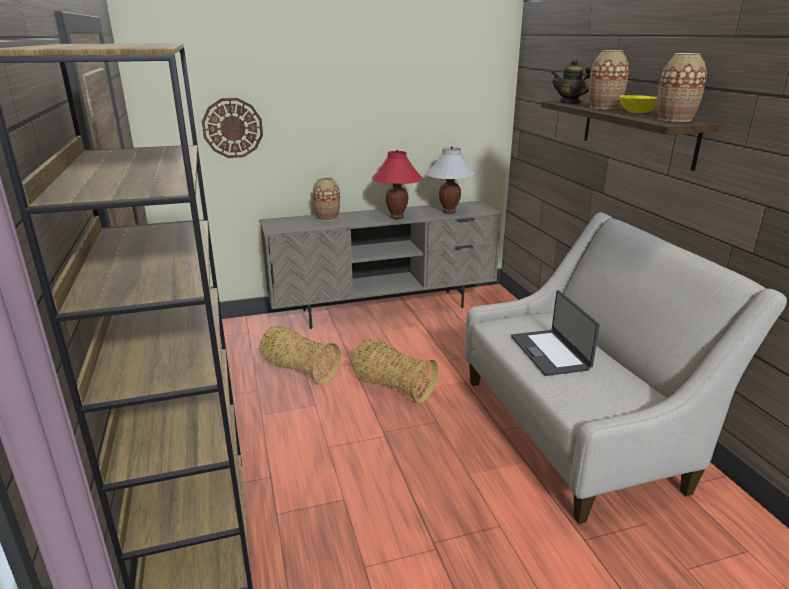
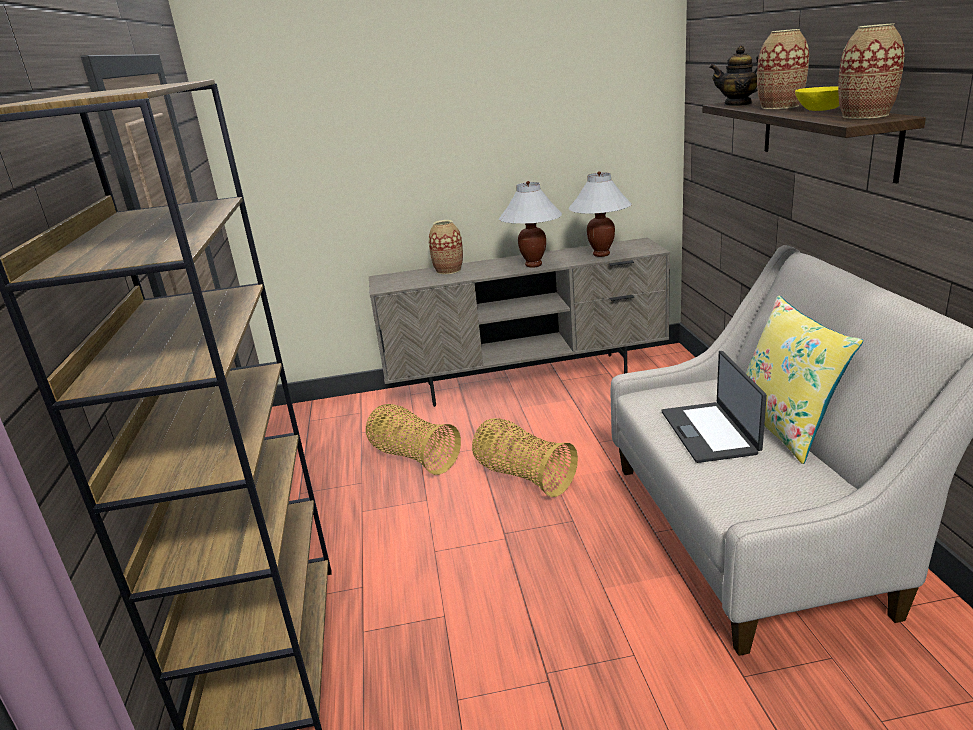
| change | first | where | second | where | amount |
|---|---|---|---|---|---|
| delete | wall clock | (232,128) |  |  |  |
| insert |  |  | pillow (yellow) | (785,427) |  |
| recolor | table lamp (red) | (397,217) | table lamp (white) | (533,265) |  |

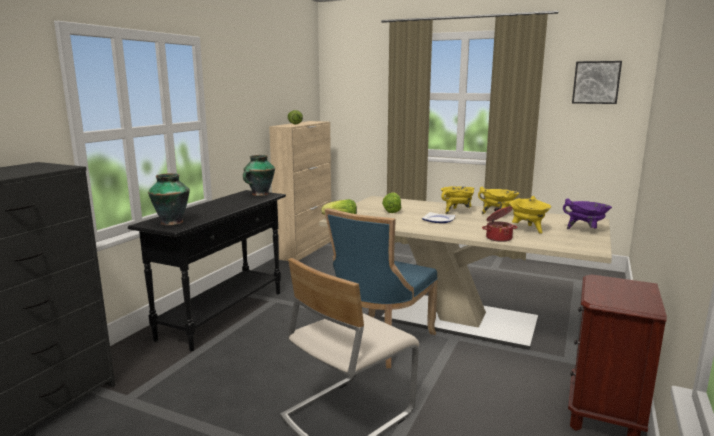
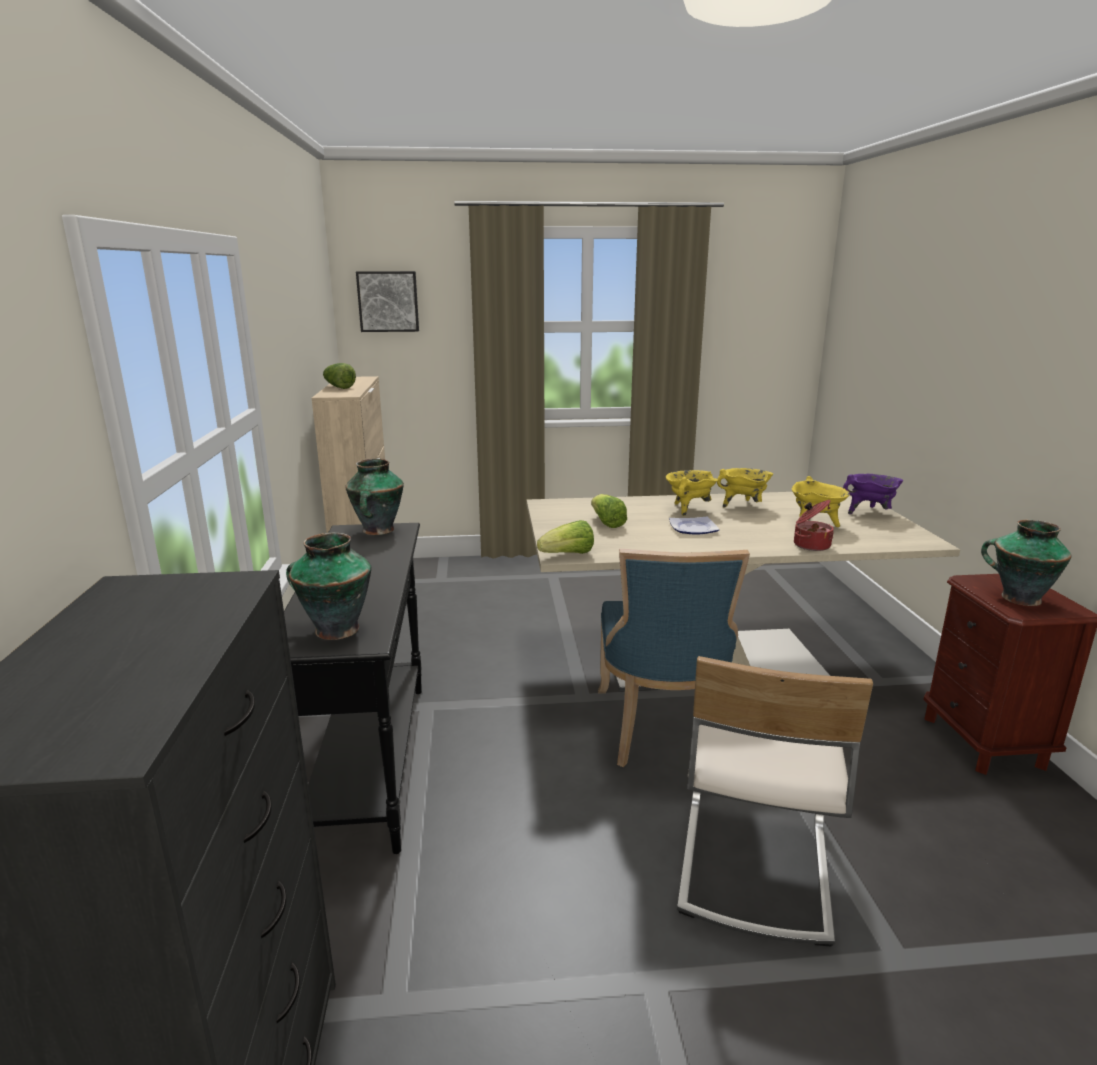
| change | first | where | second | where | amount |
|---|---|---|---|---|---|
| insert |  |  | vase | (1018,598) |  |
| move | picture | (596,82) |  | (388,301) |  |

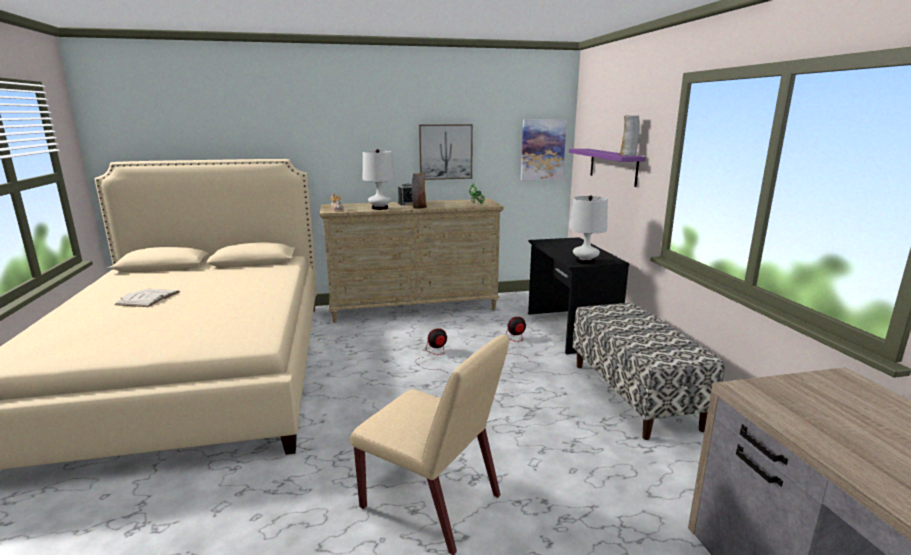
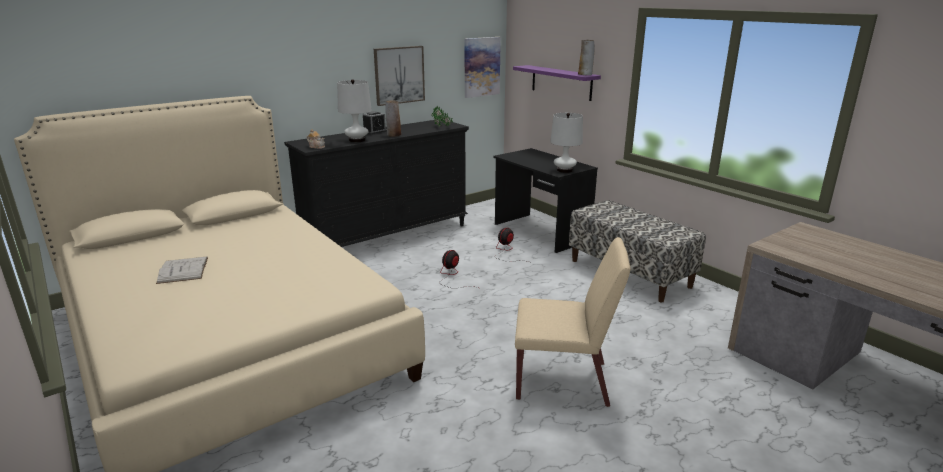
| change | first | where | second | where | amount |
|---|---|---|---|---|---|
| recolor | dresser (beige) | (415,308) | dresser (black) | (388,237) |  |

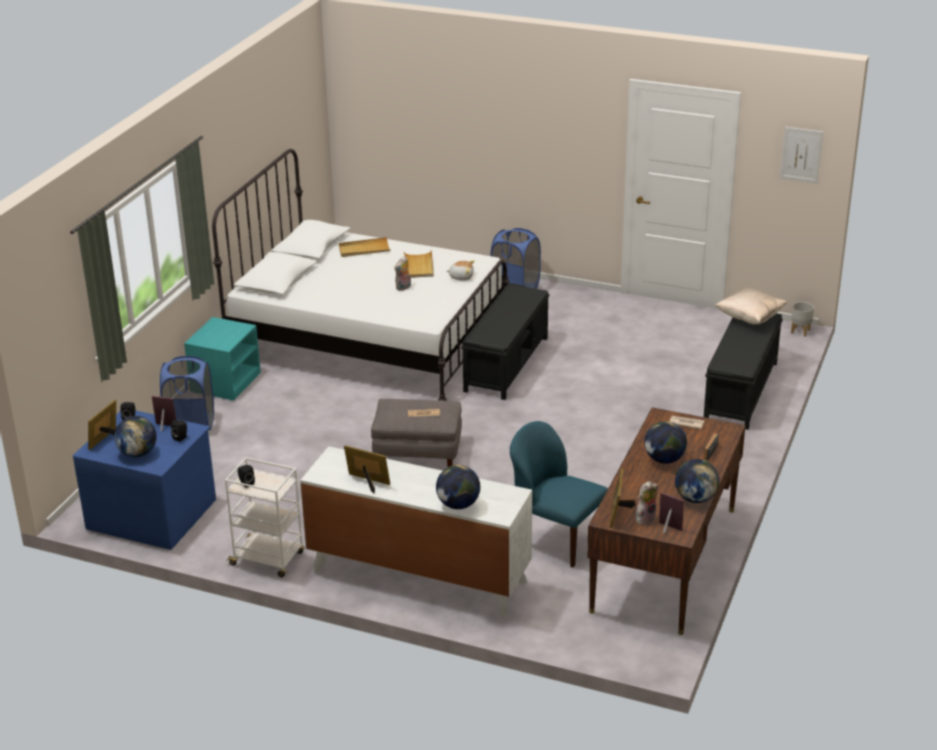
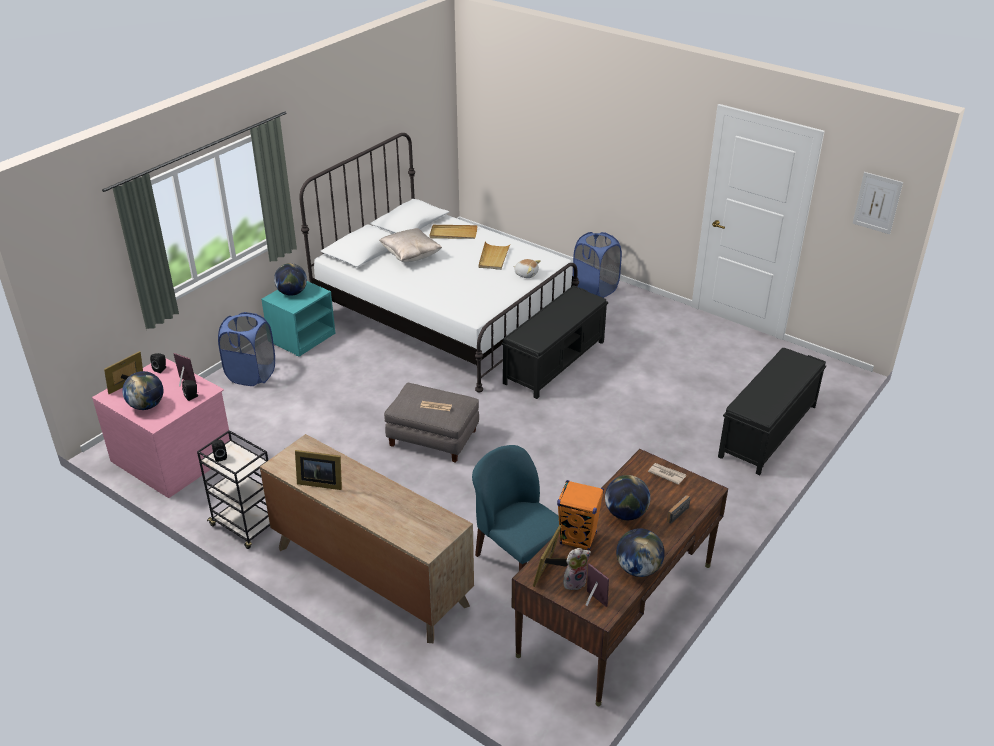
| change | first | where | second | where | amount |
|---|---|---|---|---|---|
| delete | plush toy | (403,288) |  |  |  |
| delete | planter (grey) | (800,331) |  |  |  |
| insert |  |  | speaker (orange) | (578,538) |  |
| move | globe | (458,505) |  | (292,293) |  |
| move | pillow (beige) | (749,318) |  | (410,256) |  |
| recolor | dresser (blue) | (152,513) | dresser (pink) | (174,456) |  |
| recolor | cart (white) | (268,559) | cart (black) | (246,526) |  |
| recolor | dresser (white) | (418,576) | dresser (brown) | (370,575) |  |
| rotate | picture frame | (368,482) |  | (319,482) | 150 degrees clockwise |

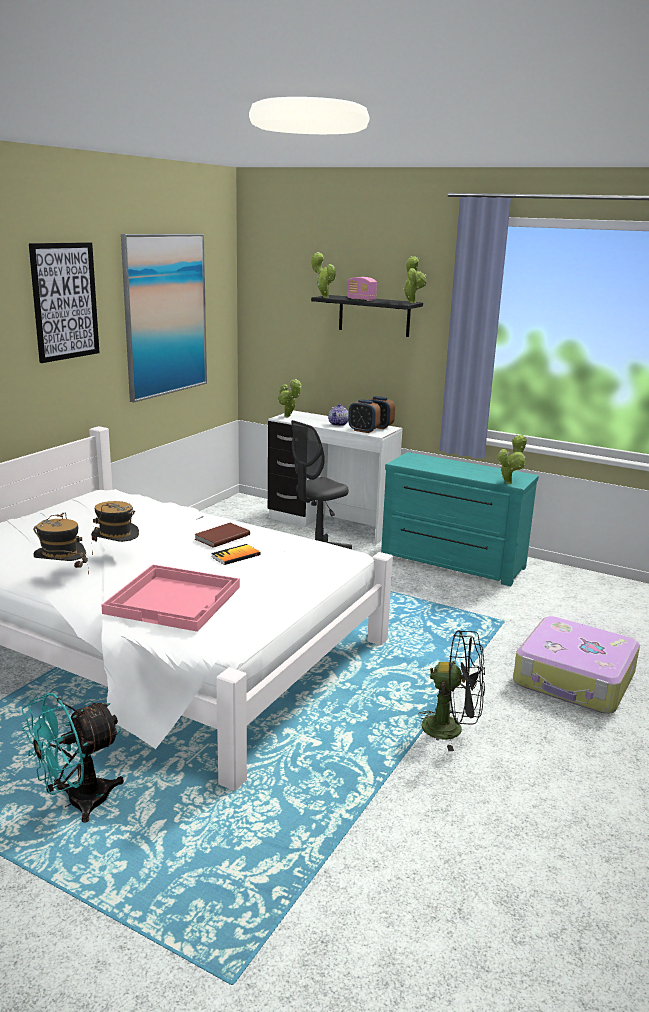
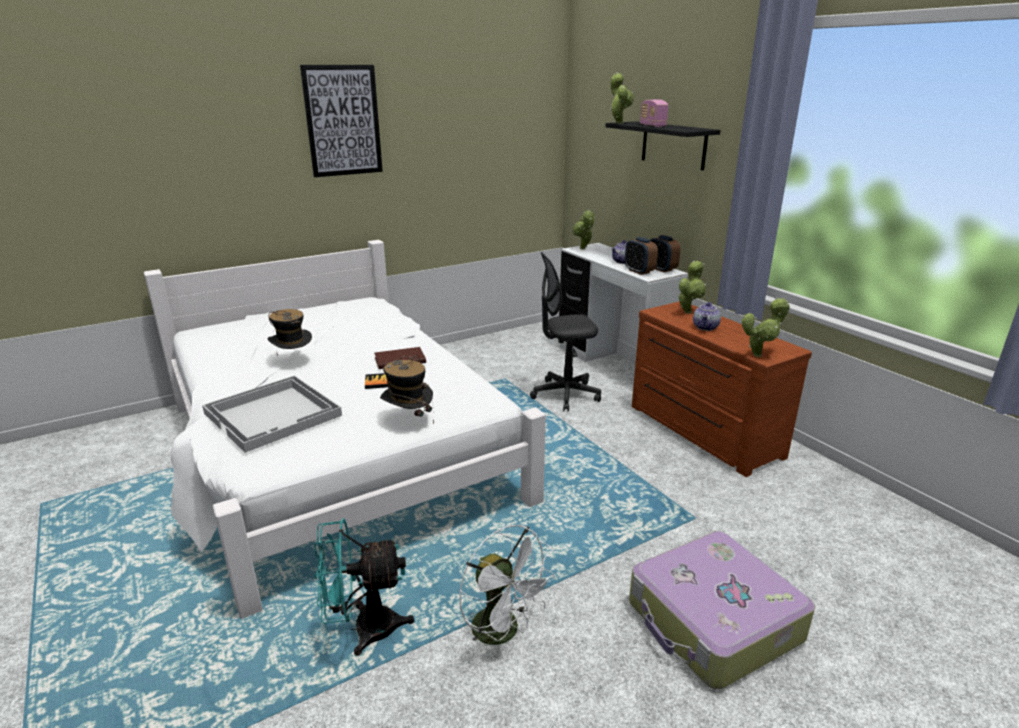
| change | first | where | second | where | amount |
|---|---|---|---|---|---|
| delete | picture | (165,315) |  |  |  |
| insert |  |  | teapot | (706,327) |  |
| move | fan (turquoise) | (77,803) |  | (364,629) |  |
| move | hat | (62,577) |  | (408,420) |  |
| move | potted plant | (412,302) |  | (688,311) |  |
| recolor | tray (pink) | (175,599) | tray (white) | (274,414) |  |
| recolor | dresser (turquoise) | (451,562) | dresser (brown) | (701,432) |  |
| recolor | fan (black) | (451,729) | fan (white) | (504,632) |  |

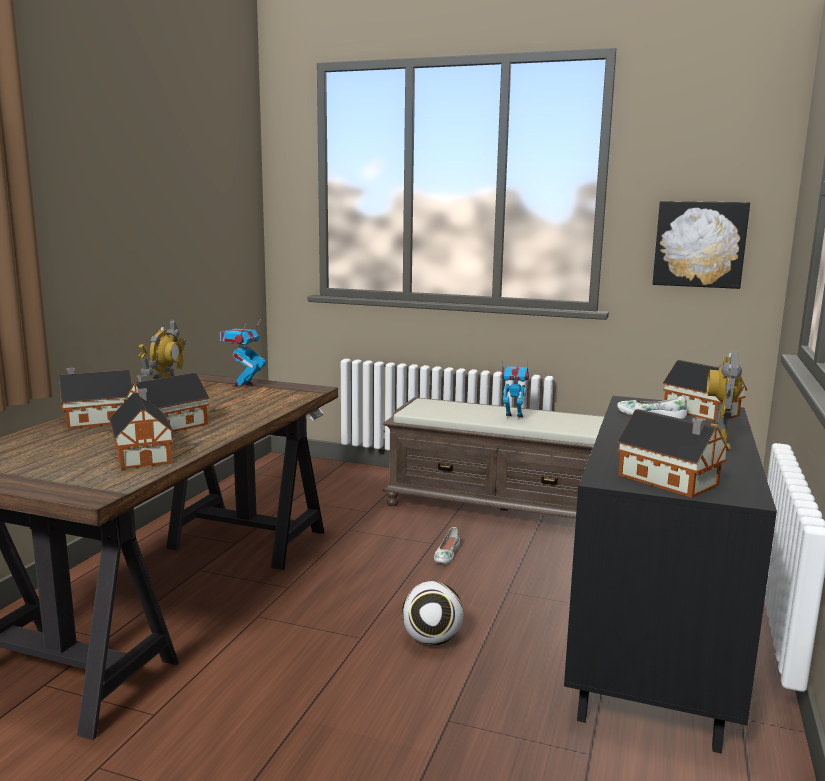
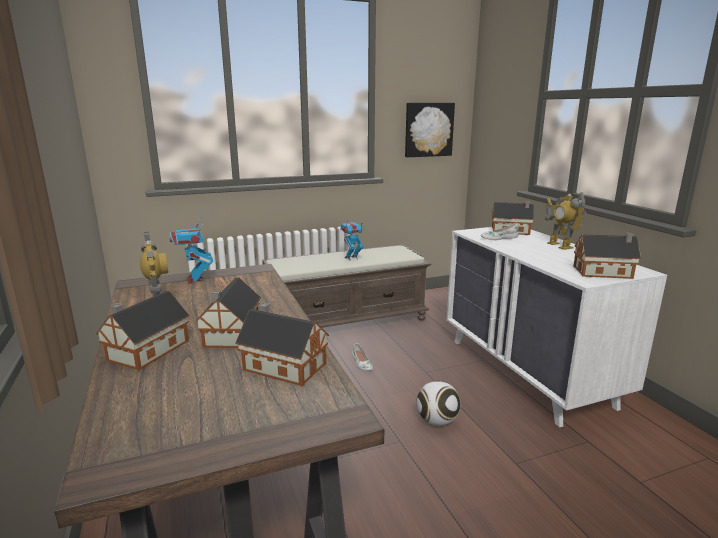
| change | first | where | second | where | amount |
|---|---|---|---|---|---|
| recolor | dresser (black) | (654,649) | dresser (white) | (528,372) |  |

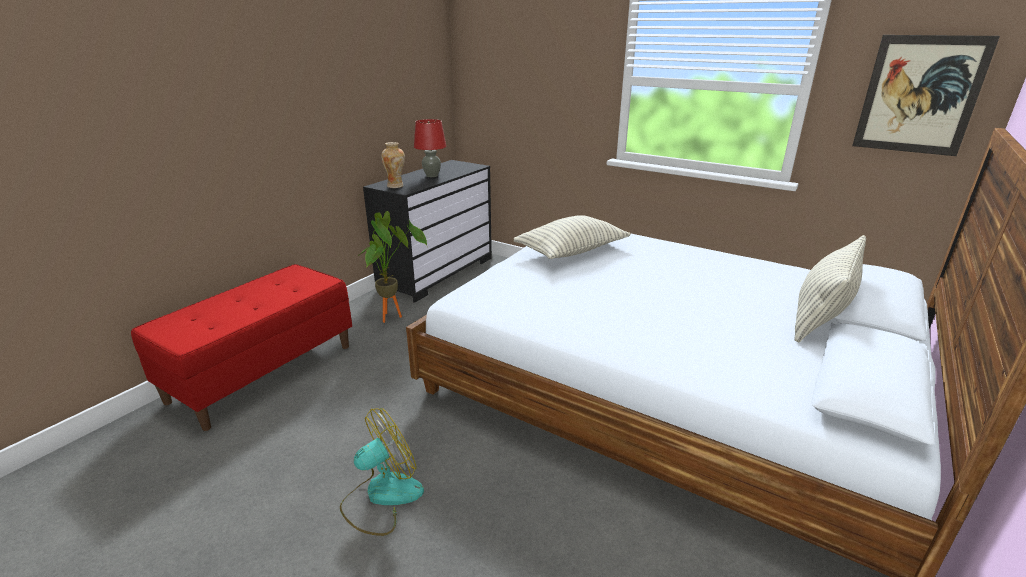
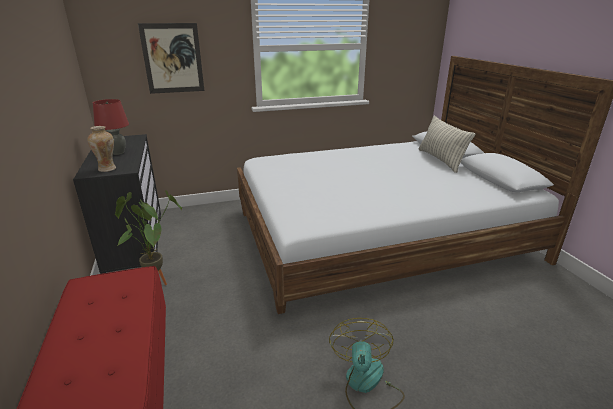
| change | first | where | second | where | amount |
|---|---|---|---|---|---|
| delete | pillow | (571,251) |  |  |  |
| move | picture | (919,95) |  | (172,58) |  |

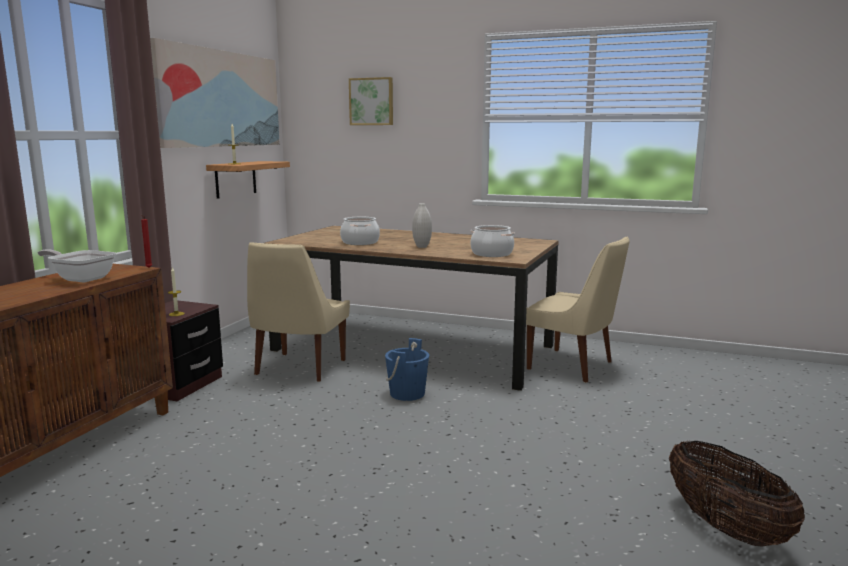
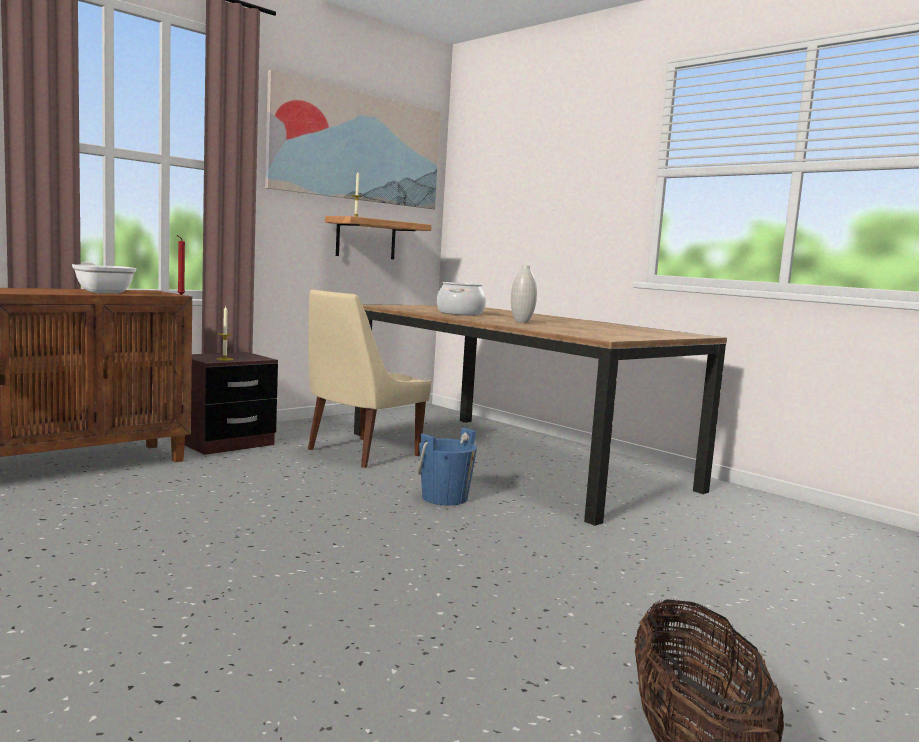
| change | first | where | second | where | amount |
|---|---|---|---|---|---|
| delete | picture | (372,101) |  |  |  |
| delete | cooking pot | (492,254) |  |  |  |
| delete | chair (beige) | (573,366) |  |  |  |

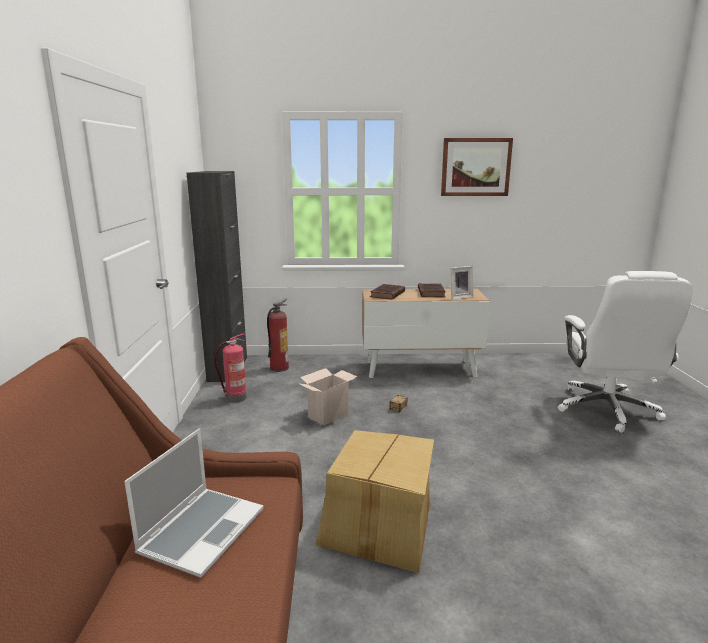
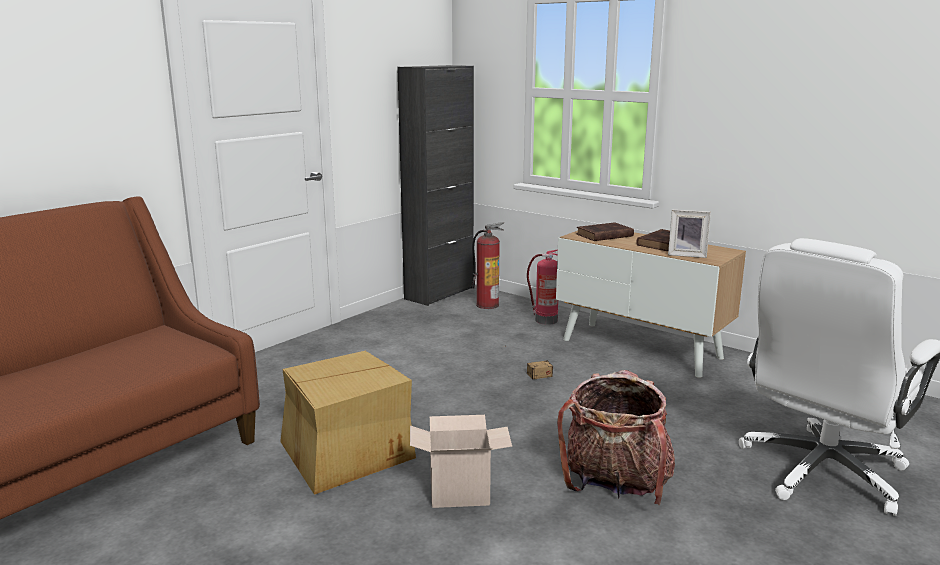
| change | first | where | second | where | amount |
|---|---|---|---|---|---|
| delete | laptop | (202,530) |  |  |  |
| delete | picture | (475,167) |  |  |  |
| insert |  |  | backpack | (616,486) |  |
| move | fire extinguisher | (235,398) |  | (545,320) |  |
| move | cardboard box | (328,414) |  | (461,493) |  |

